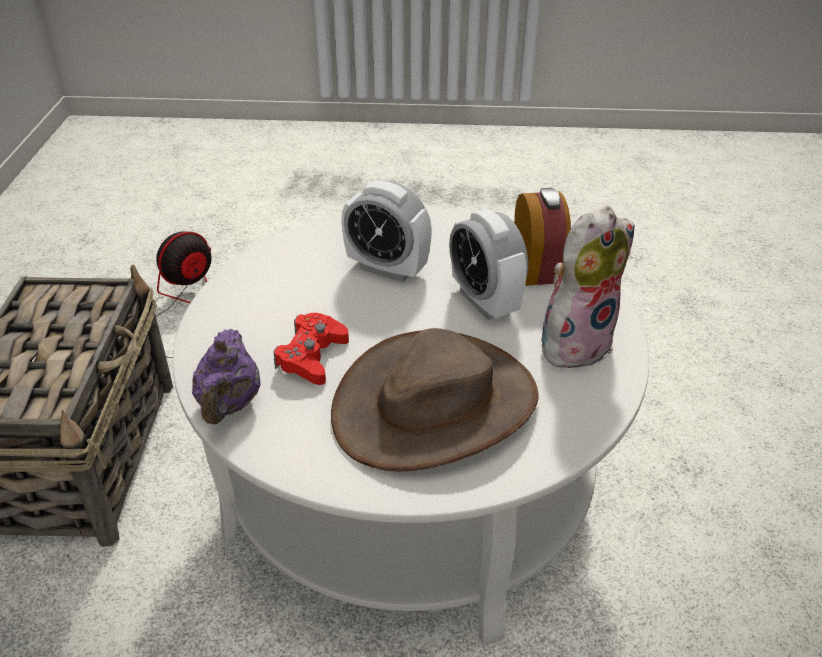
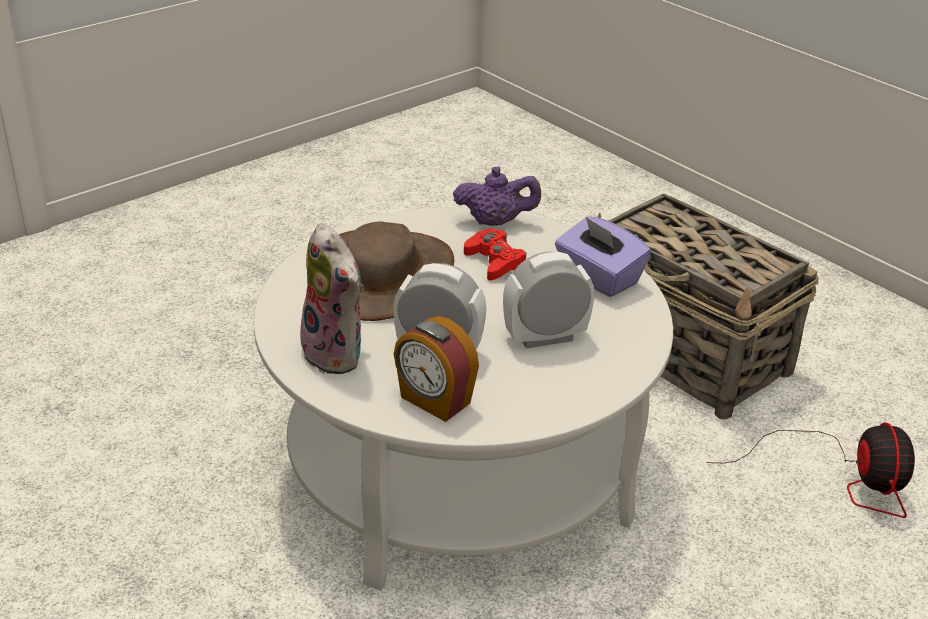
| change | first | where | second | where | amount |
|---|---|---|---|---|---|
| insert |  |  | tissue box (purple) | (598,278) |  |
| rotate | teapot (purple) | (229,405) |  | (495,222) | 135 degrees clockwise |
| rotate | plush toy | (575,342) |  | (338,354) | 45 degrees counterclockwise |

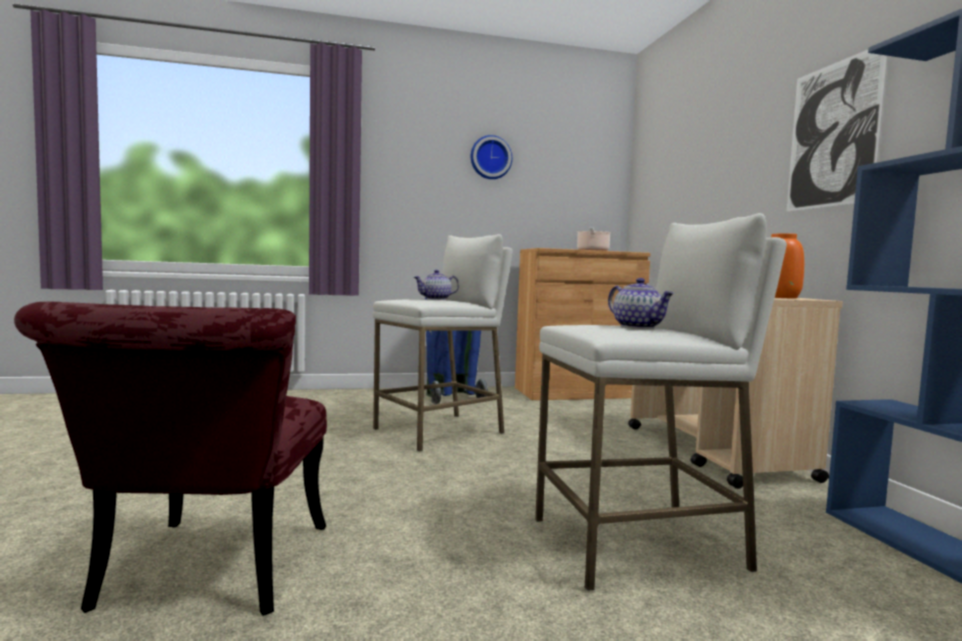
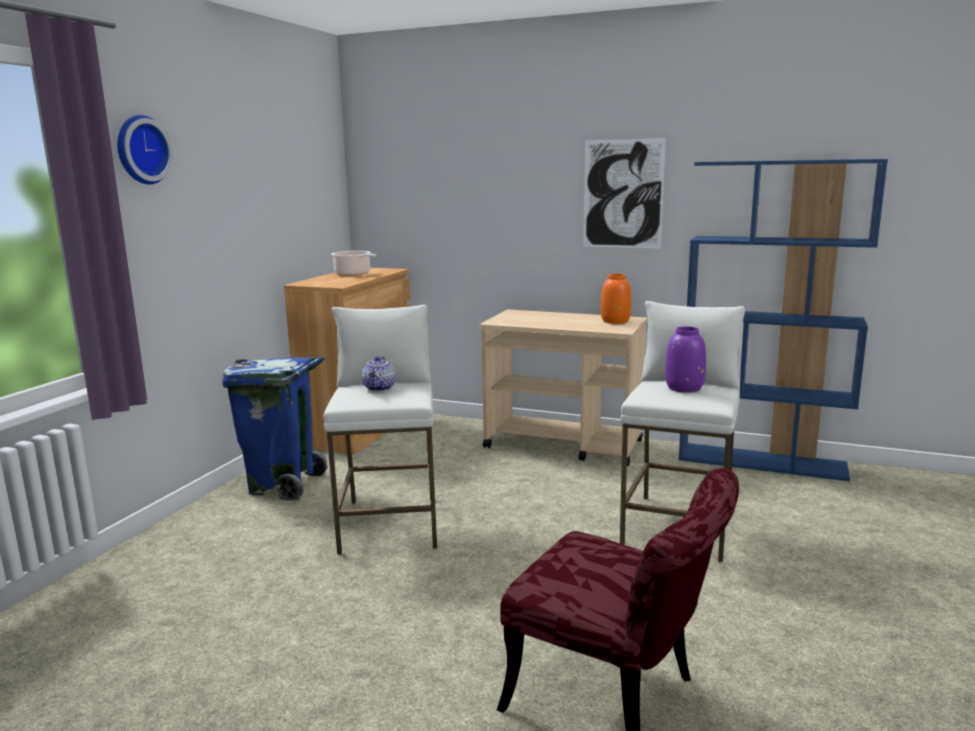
| change | first | where | second | where | amount |
|---|---|---|---|---|---|
| move | wall clock | (490,158) |  | (140,150) |  |
| replace | teapot | (639,327) | vase (purple) | (683,388) |  |

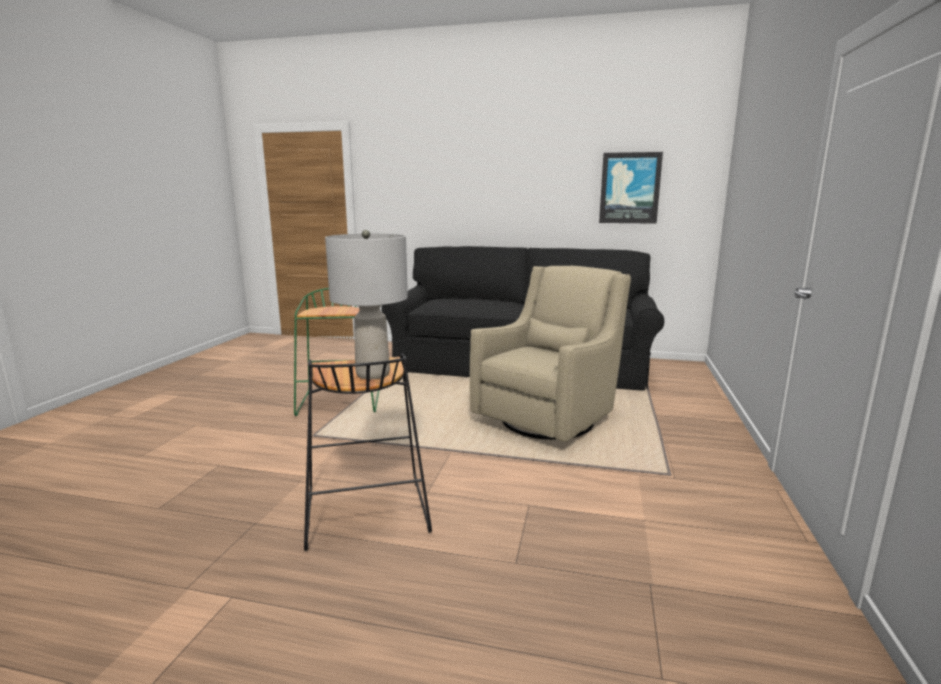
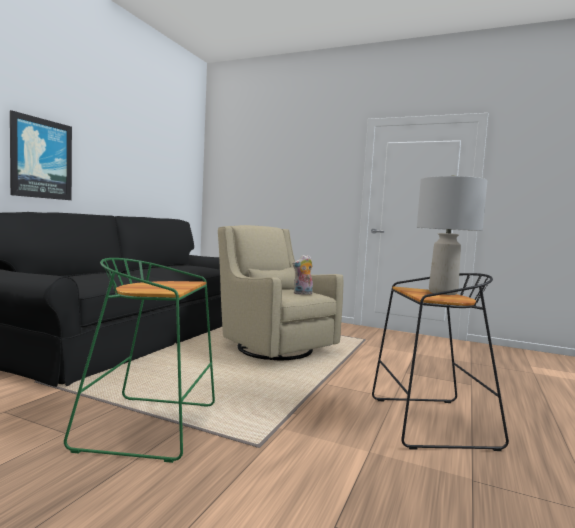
| change | first | where | second | where | amount |
|---|---|---|---|---|---|
| insert |  |  | plush toy | (302,294) |  |
| move | picture | (629,188) |  | (41,158) |  |

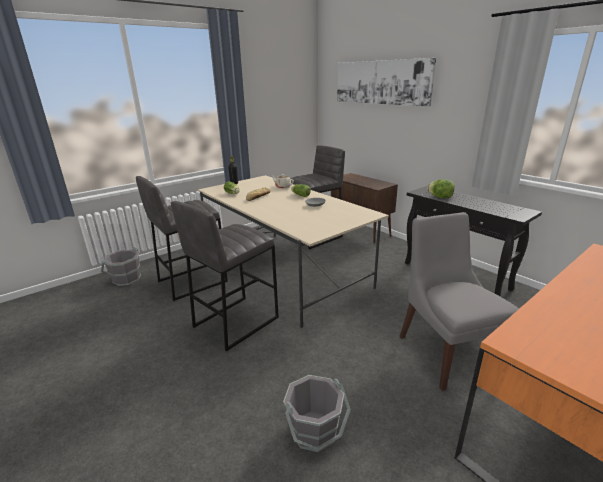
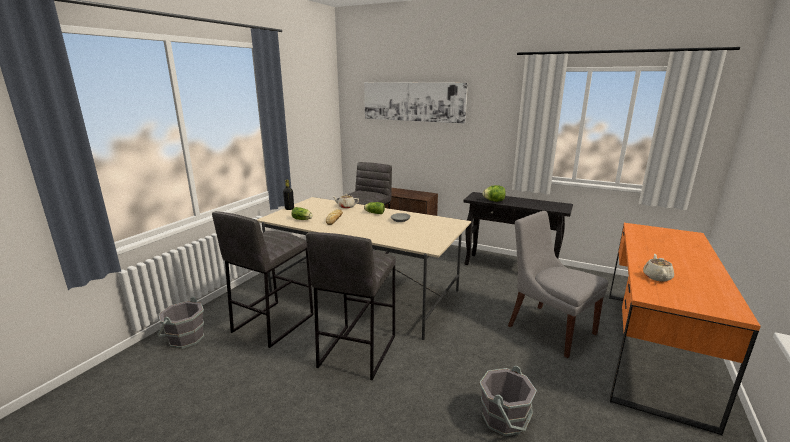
| change | first | where | second | where | amount |
|---|---|---|---|---|---|
| insert |  |  | teapot (beige) | (656,277) |  |

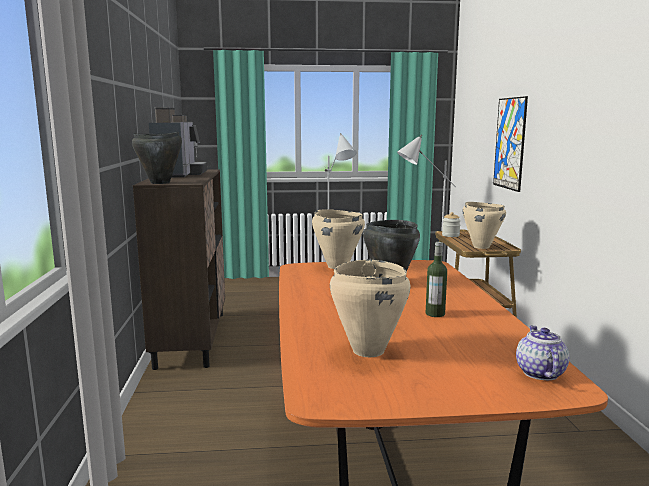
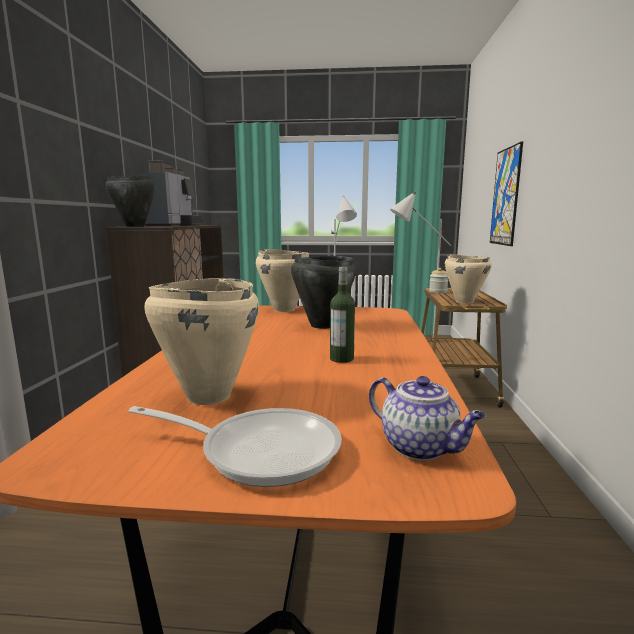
| change | first | where | second | where | amount |
|---|---|---|---|---|---|
| insert |  |  | frying pan | (259,450) |  |
| rotate | teapot | (539,372) |  | (421,447) | 120 degrees clockwise |

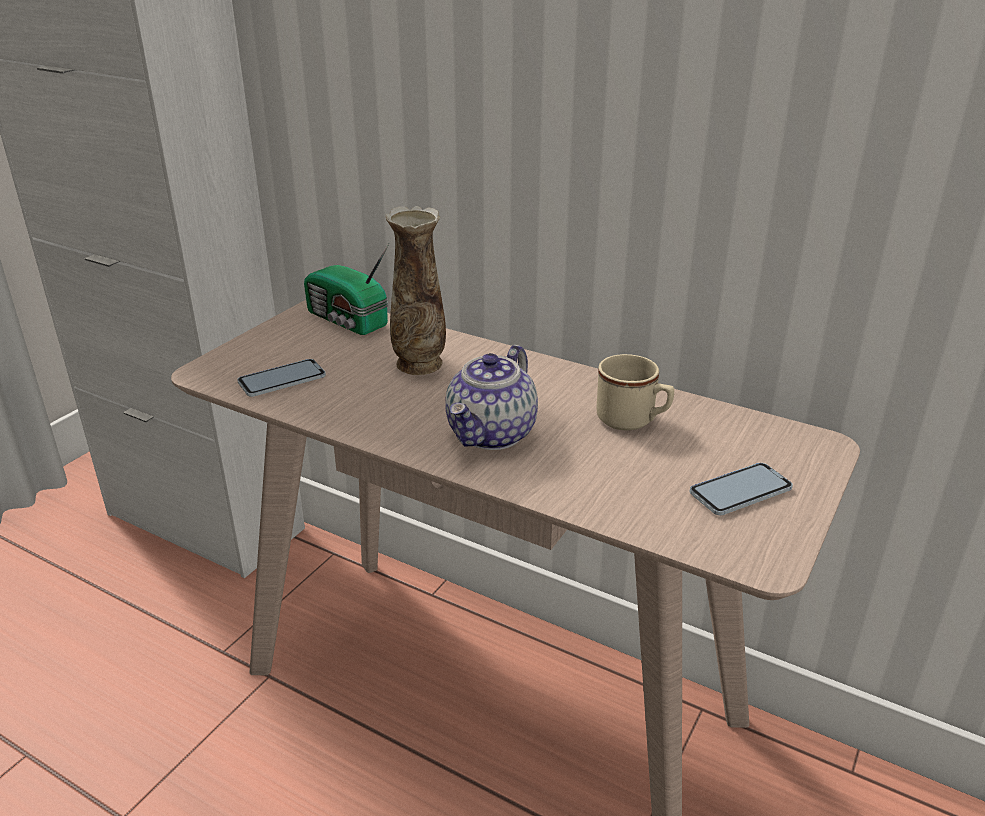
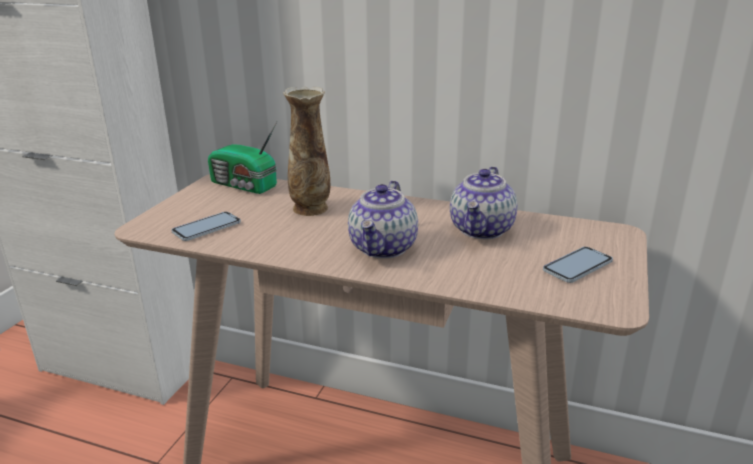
| change | first | where | second | where | amount |
|---|---|---|---|---|---|
| replace | mug (beige) | (632,421) | teapot | (482,230) |  |

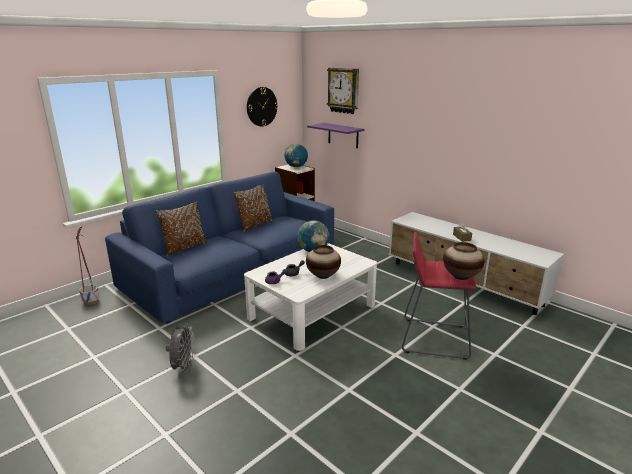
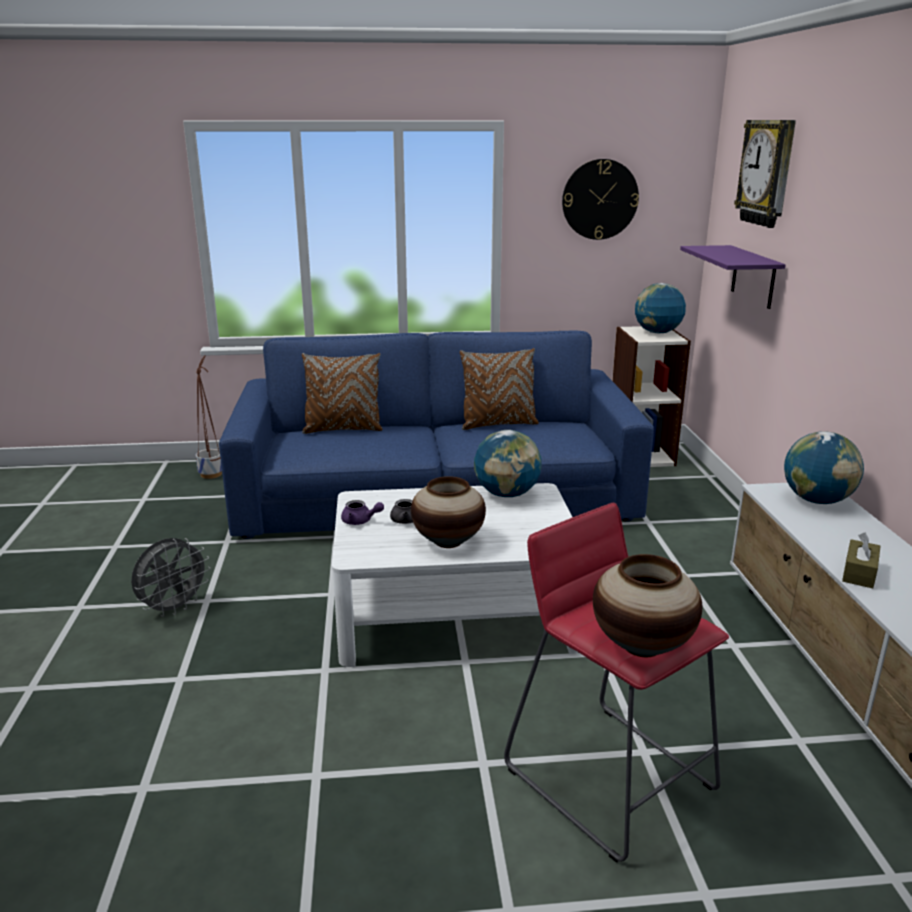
| change | first | where | second | where | amount |
|---|---|---|---|---|---|
| insert |  |  | globe | (817,500) |  |

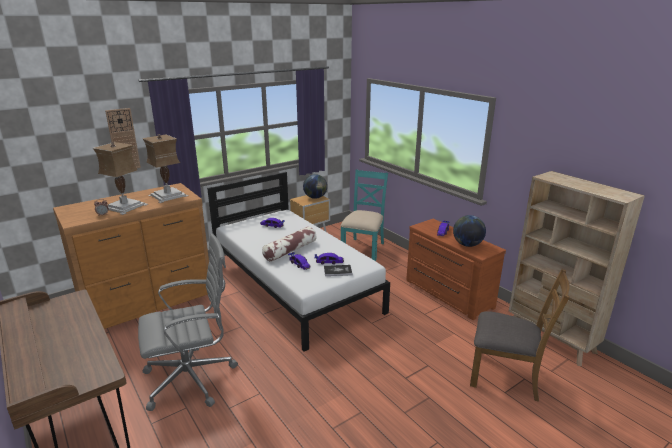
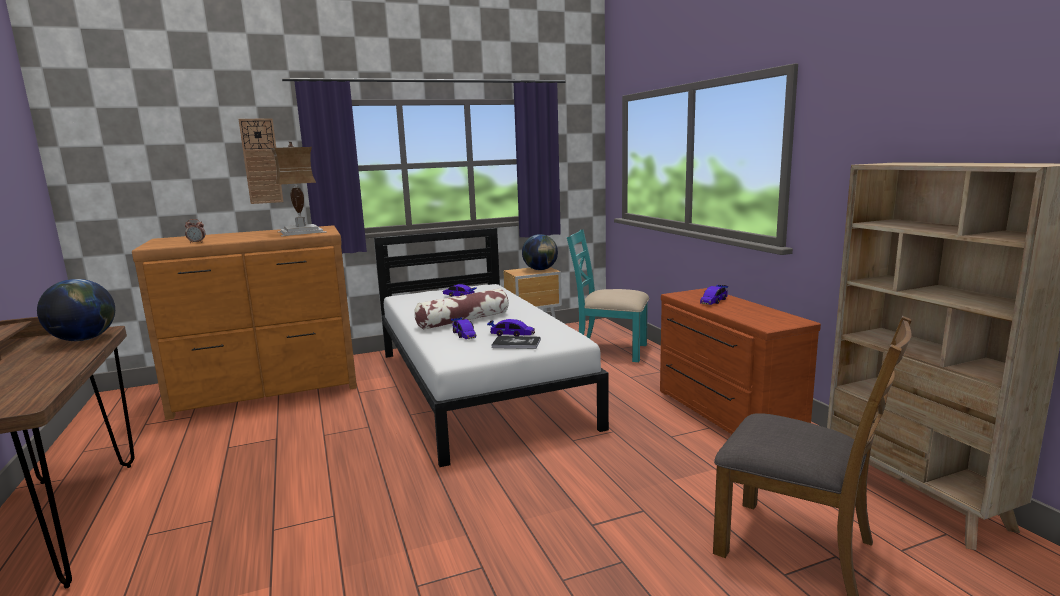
| change | first | where | second | where | amount |
|---|---|---|---|---|---|
| delete | table lamp | (126,206) |  |  |  |
| delete | office chair (grey) | (192,378) |  |  |  |
| move | globe | (467,244) |  | (84,339) |  |
| rotate | chair (turquoise) | (364,249) |  | (609,350) | 105 degrees counterclockwise |

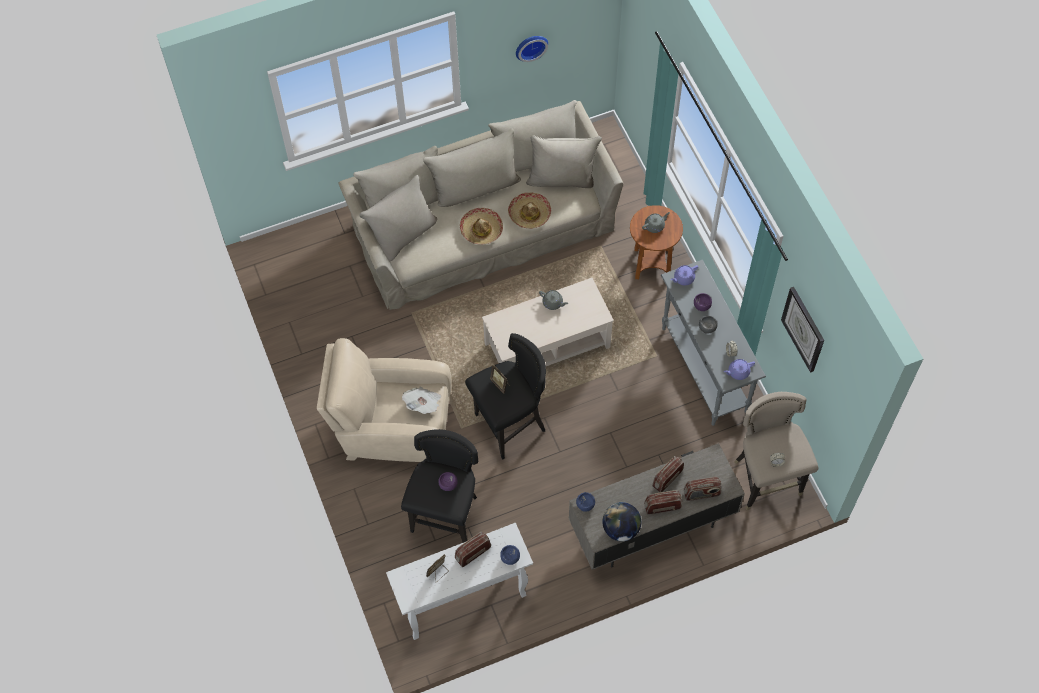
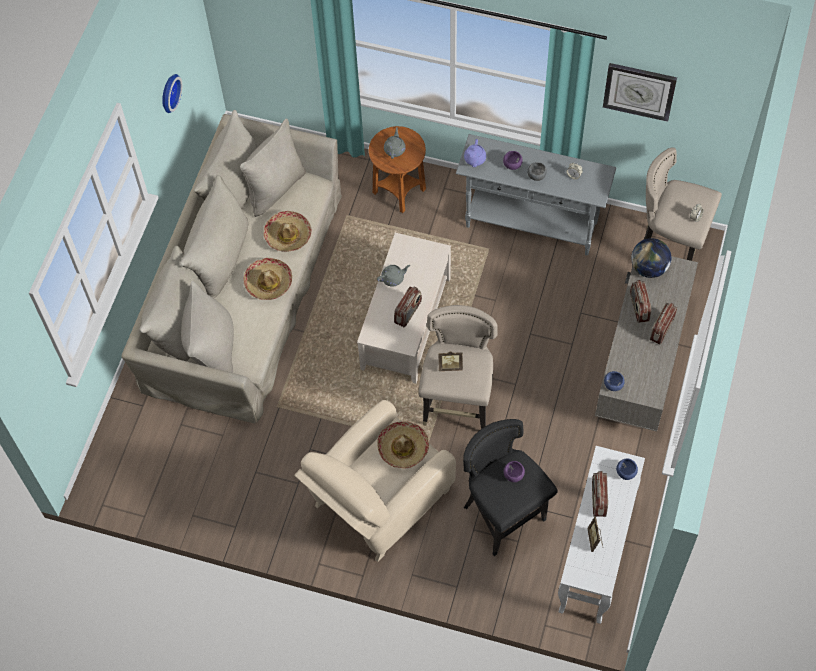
| change | first | where | second | where | amount |
|---|---|---|---|---|---|
| delete | teapot (purple) | (738,372) |  |  |  |
| move | globe | (621,529) |  | (649,268) |  |
| move | radio | (701,493) |  | (408,312) |  |
| replace | newspaper | (423,404) | hat | (403,448) |  |
| recolor | stool (black) | (509,426) | stool (beige) | (458,406) |  |

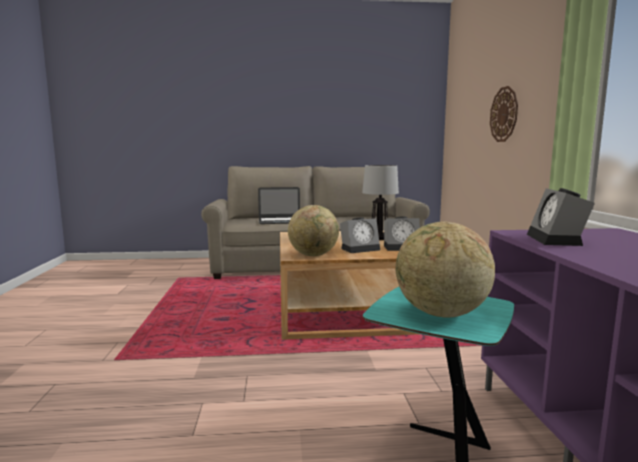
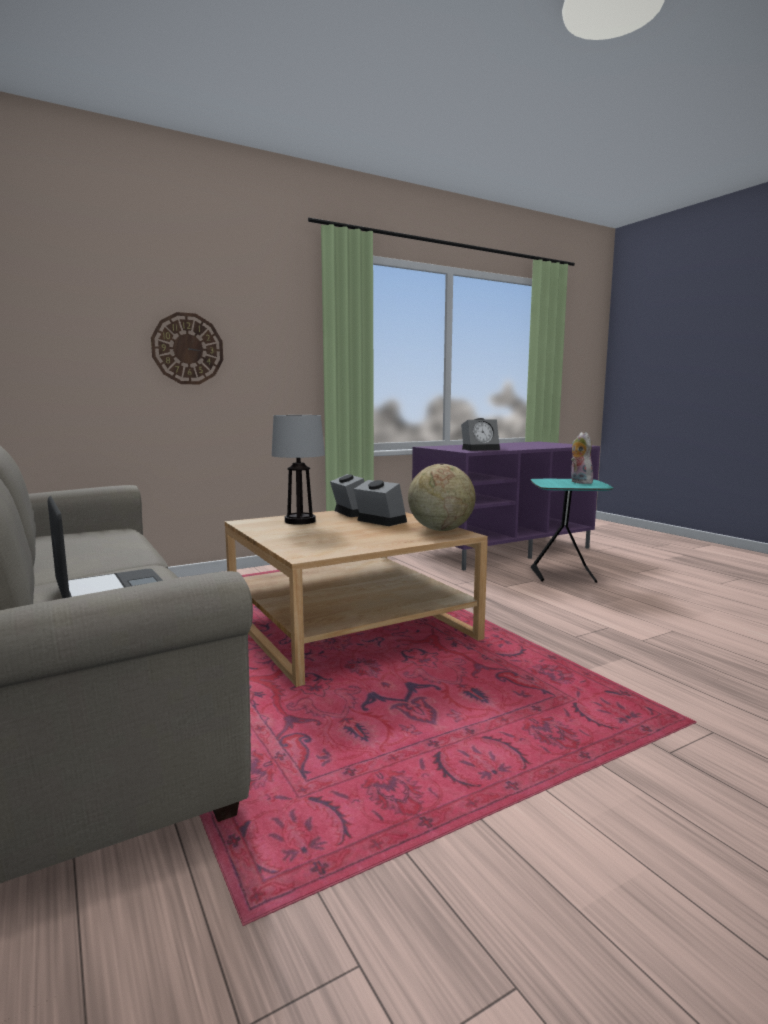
| change | first | where | second | where | amount |
|---|---|---|---|---|---|
| replace | globe | (440,314) | plush toy | (579,482) |  |

